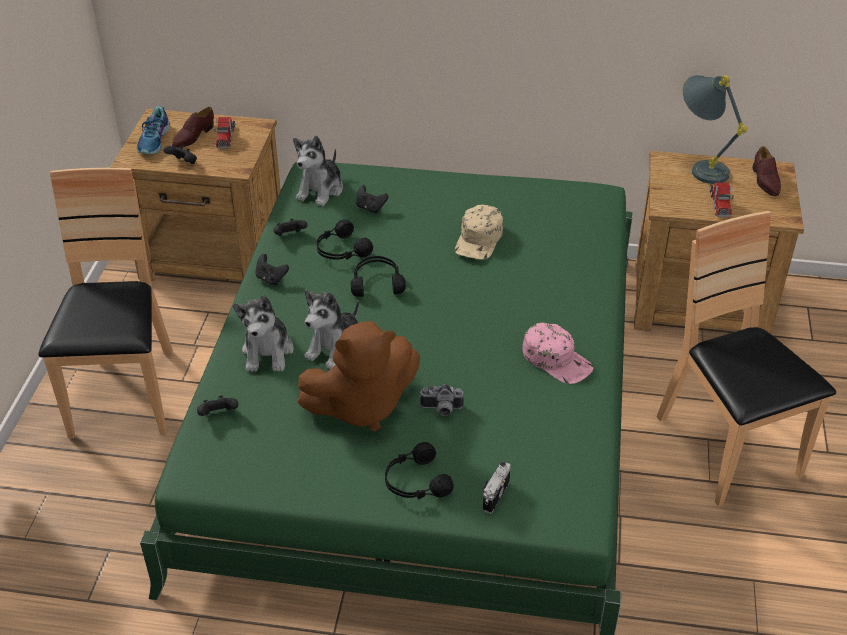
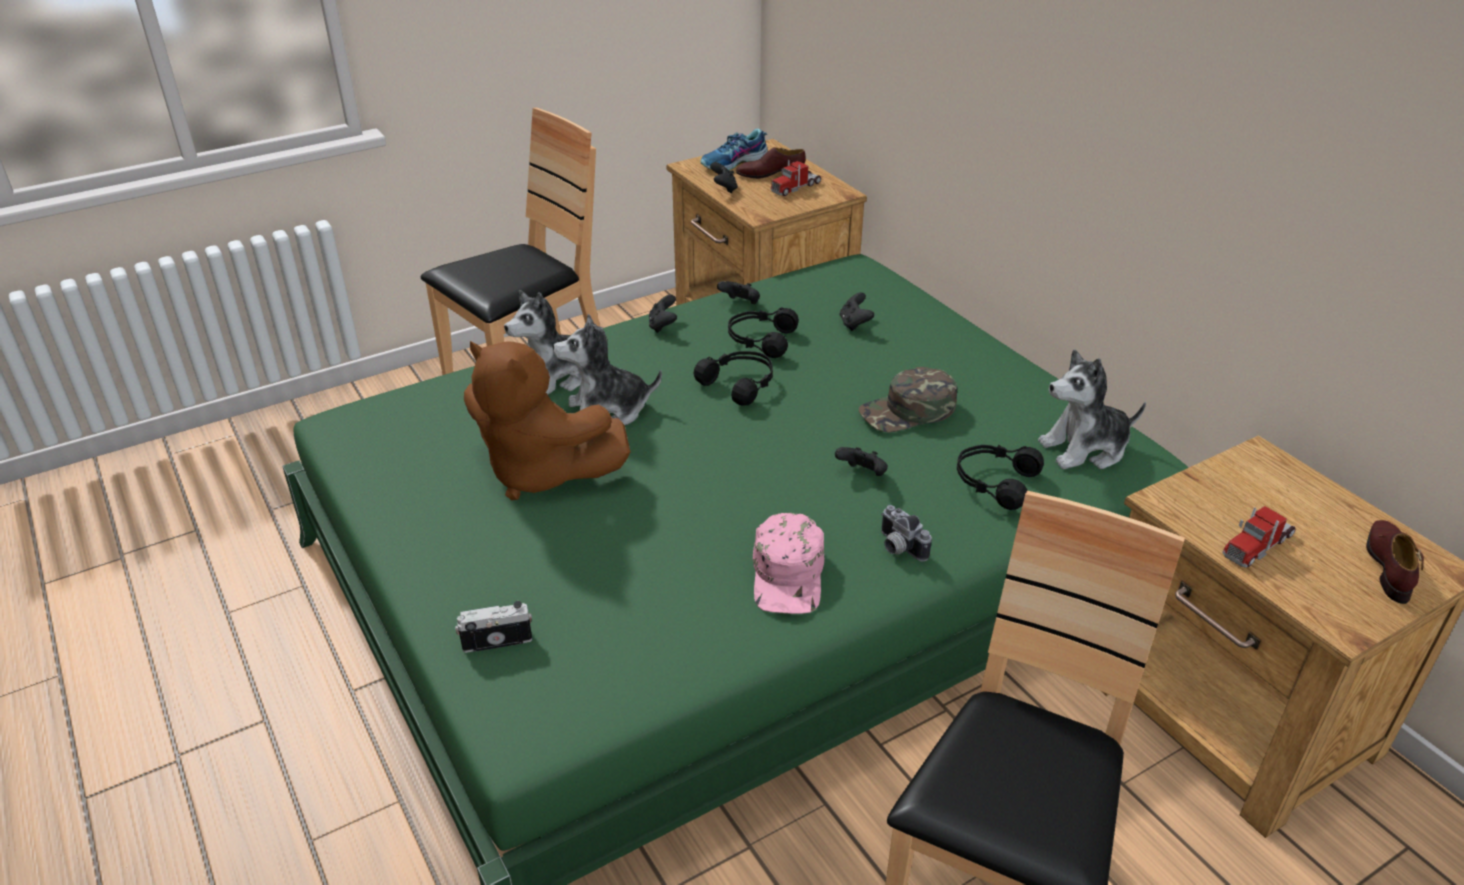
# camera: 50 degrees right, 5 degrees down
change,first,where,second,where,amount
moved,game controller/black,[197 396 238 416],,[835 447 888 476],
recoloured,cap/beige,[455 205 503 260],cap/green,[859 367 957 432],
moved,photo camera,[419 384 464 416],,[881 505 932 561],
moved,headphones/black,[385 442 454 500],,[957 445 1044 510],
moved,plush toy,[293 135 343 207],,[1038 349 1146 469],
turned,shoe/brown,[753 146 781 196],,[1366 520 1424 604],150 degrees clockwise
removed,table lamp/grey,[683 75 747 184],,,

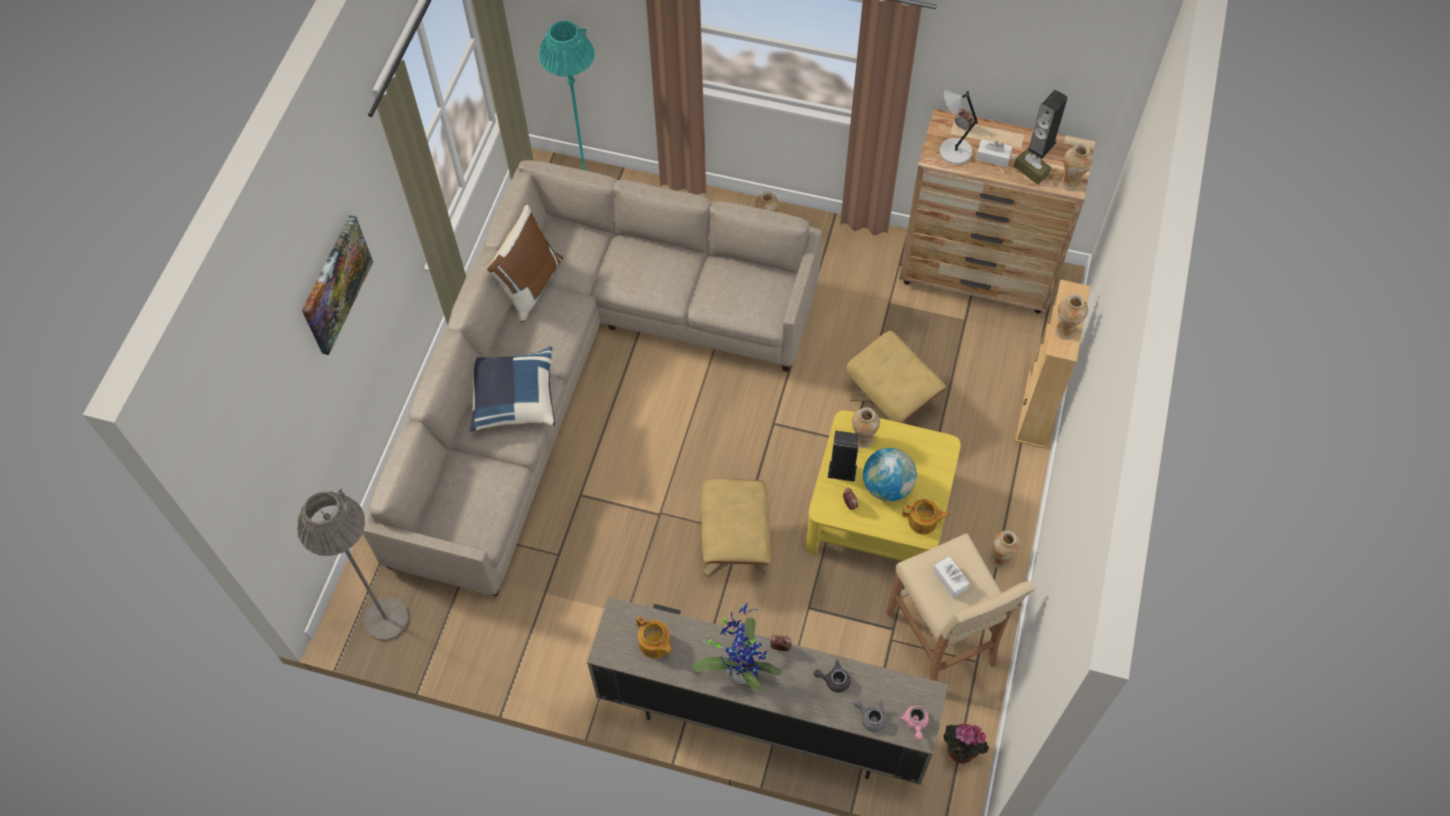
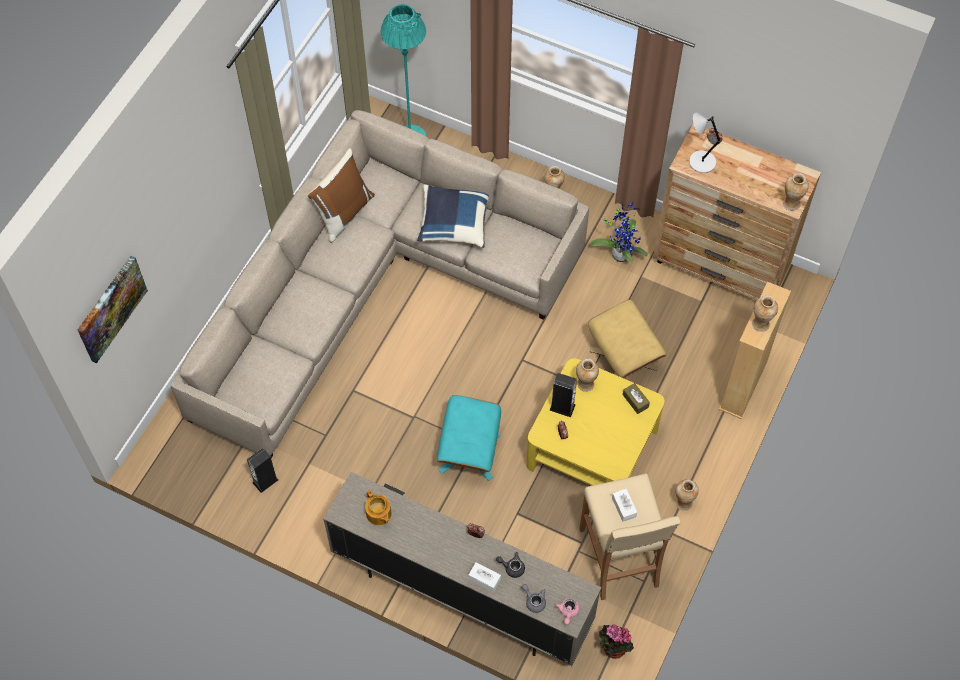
# camera: 10 degrees right, 0 degrees up
change,first,where,second,where,amount
moved,picture,[302 215 373 355],,[78 256 148 363],
moved,speaker,[1028 90 1068 159],,[247 448 279 493],
moved,pillow/blue,[470 347 556 432],,[417 184 489 248],
recoloured,ottoman/beige,[701 479 771 576],ottoman/turquoise,[437 395 501 481],
moved,tissue box/white,[976 139 1012 167],,[468 562 501 592],
moved,potted plant,[693 603 781 690],,[591 202 648 262],
moved,tissue box/brown,[1014 149 1051 185],,[623 383 650 414],
removed,floor lamp/grey,[297 489 409 641],,,
removed,globe,[863 448 917 501],,,
removed,teapot,[902 499 950 534],,,

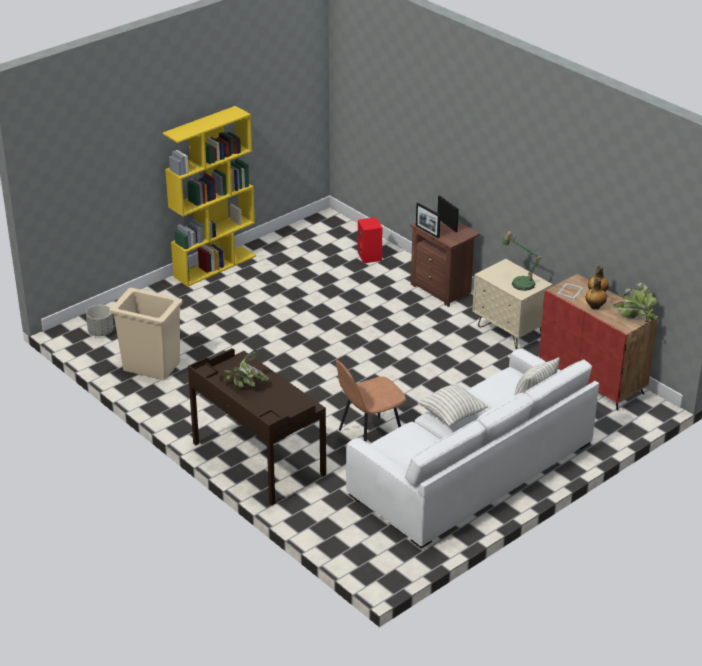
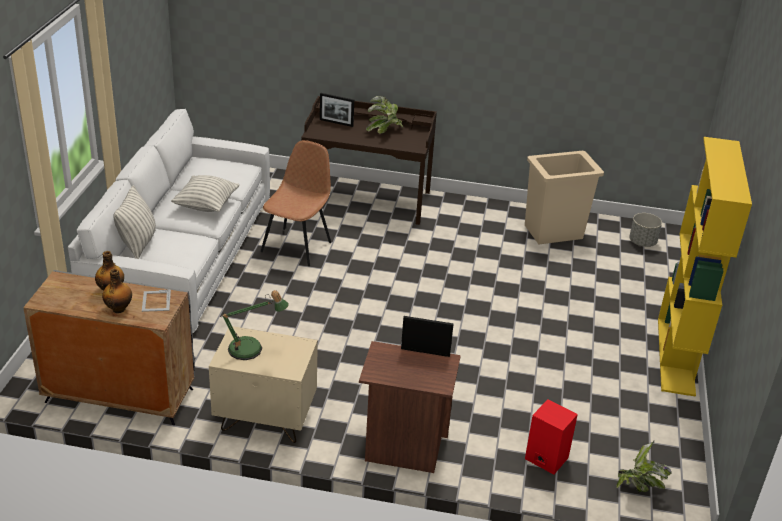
# camera: 140 degrees right, 0 degrees up
change,first,where,second,where,amount
recoloured,cabinet/red,[539 274 658 411],cabinet/grey,[23 270 195 425],
moved,picture frame,[438 195 459 232],,[320 93 354 127],
moved,potted plant,[613 283 657 322],,[617 441 672 492],

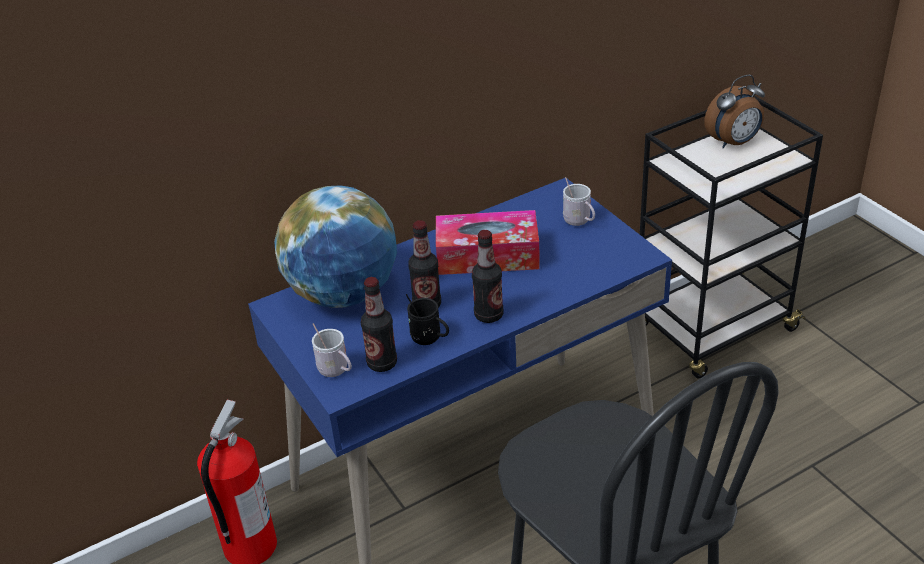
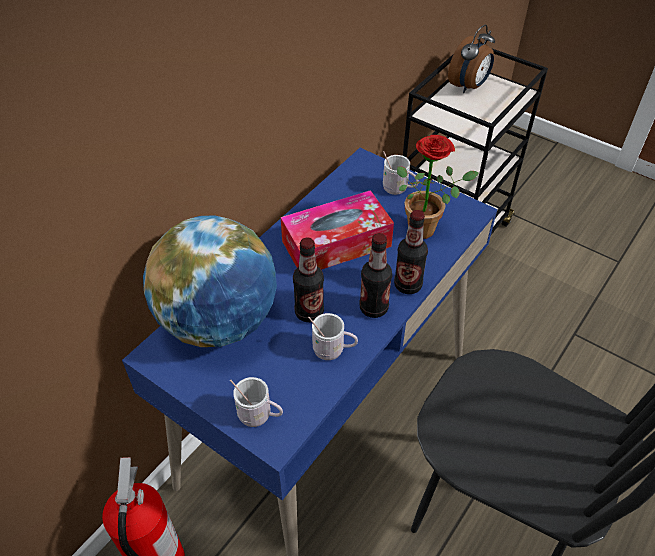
# camera: 25 degrees left, 10 degrees up
change,first,where,second,where,amount
recoloured,mug/black,[406 294 449 345],mug/white,[308 313 358 360],
moved,bottle,[361 277 397 372],,[394 210 428 294],
added,,,potted plant,[397 135 479 239],

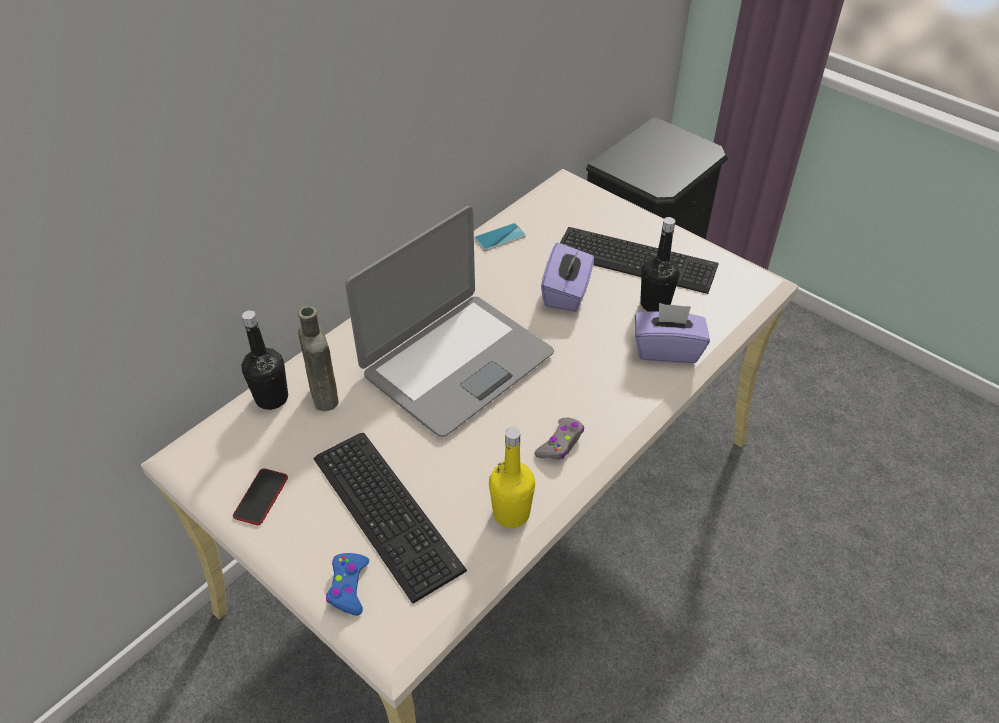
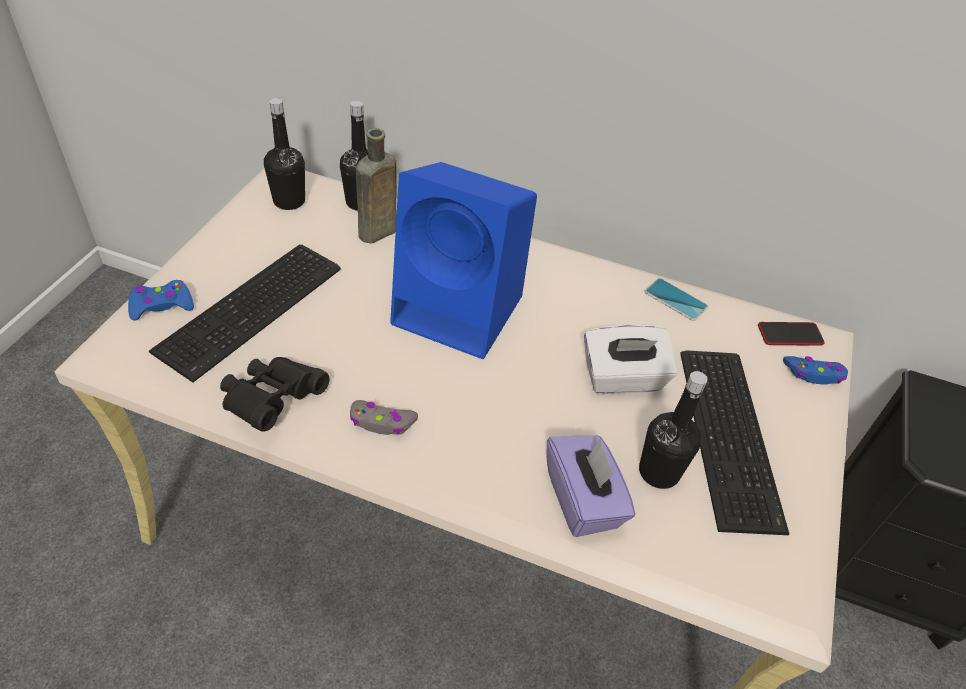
# camera: 65 degrees right, 0 degrees up
change,first,where,second,where,amount
replaced,bottle/yellow,[489 427 535 528],binoculars/black,[220 357 330 432],
added,,,bottle/black,[264 98 305 210],
replaced,laptop,[345 206 554 437],speaker/blue,[390 162 537 359],
recoloured,tissue box/purple,[541 243 594 312],tissue box/white,[584 325 677 394],
moved,phone,[233 468 288 525],,[758 322 824 346],
added,,,game controller/blue,[783 356 848 385],

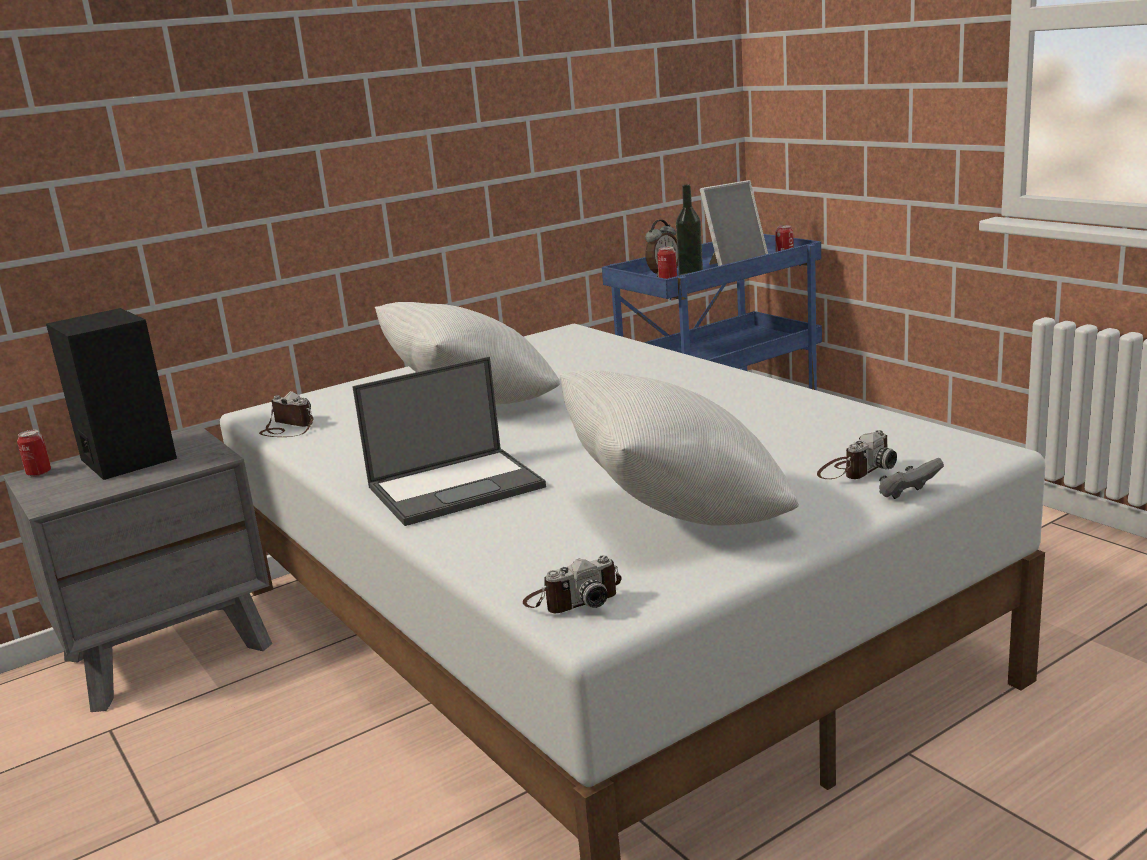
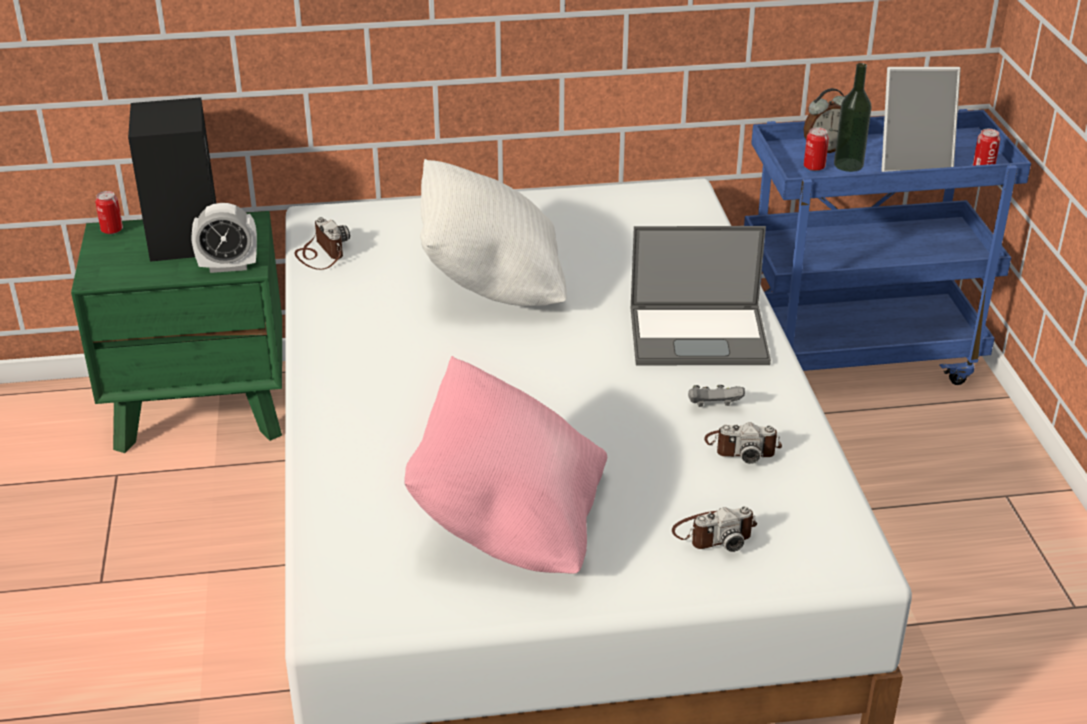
# camera: 25 degrees right, 15 degrees up
change,first,where,second,where,amount
recoloured,nightstand/grey,[4 426 272 712],nightstand/green,[71 211 282 453],
added,,,alarm clock,[192 203 257 273],
recoloured,pillow/white,[560 370 799 526],pillow/pink,[404 356 607 573],
moved,laptop,[352 357 546 526],,[631 226 771 365],
moved,game controller/grey,[879 458 944 499],,[688 385 745 407],
moved,photo camera,[523 555 622 613],,[704 422 782 464],

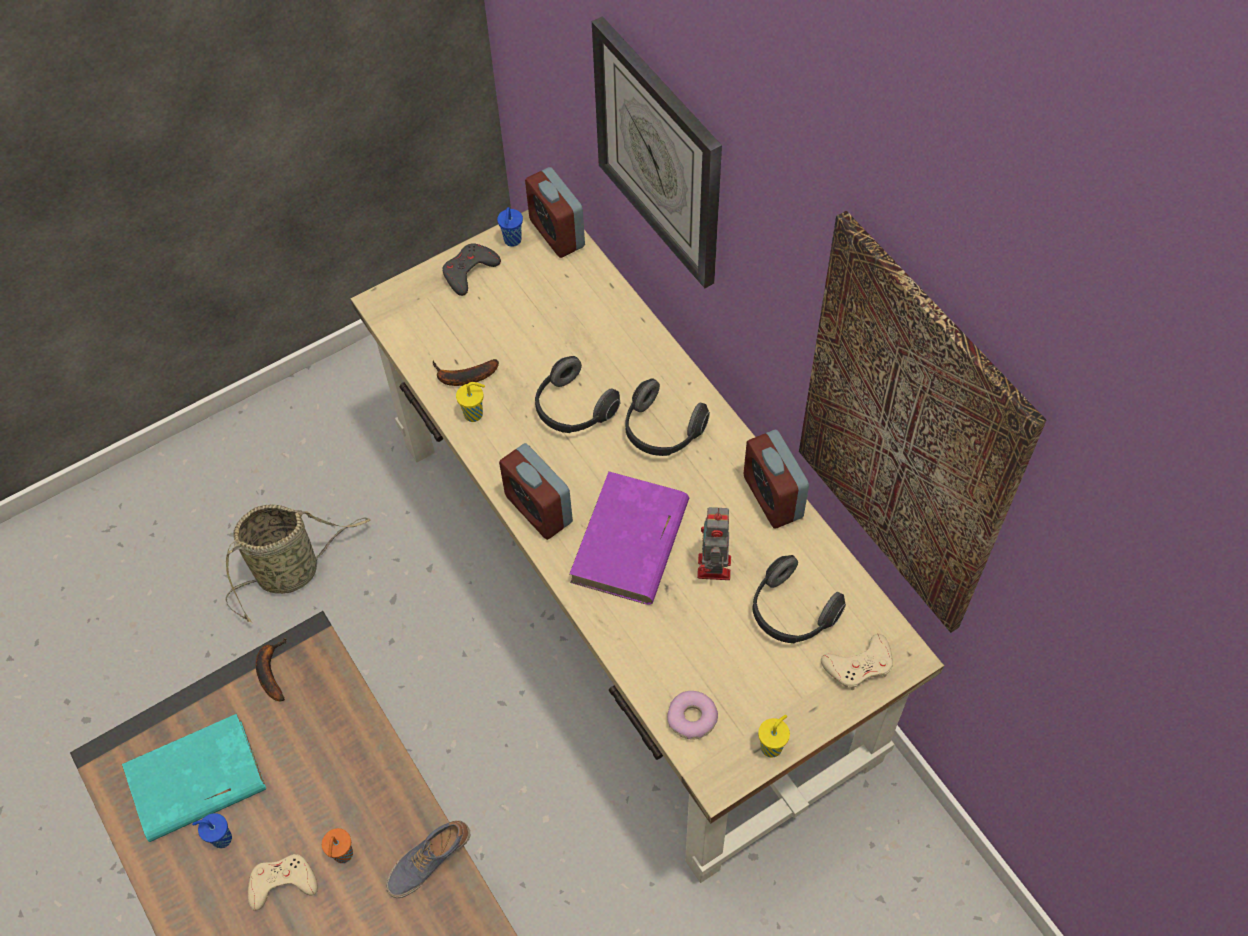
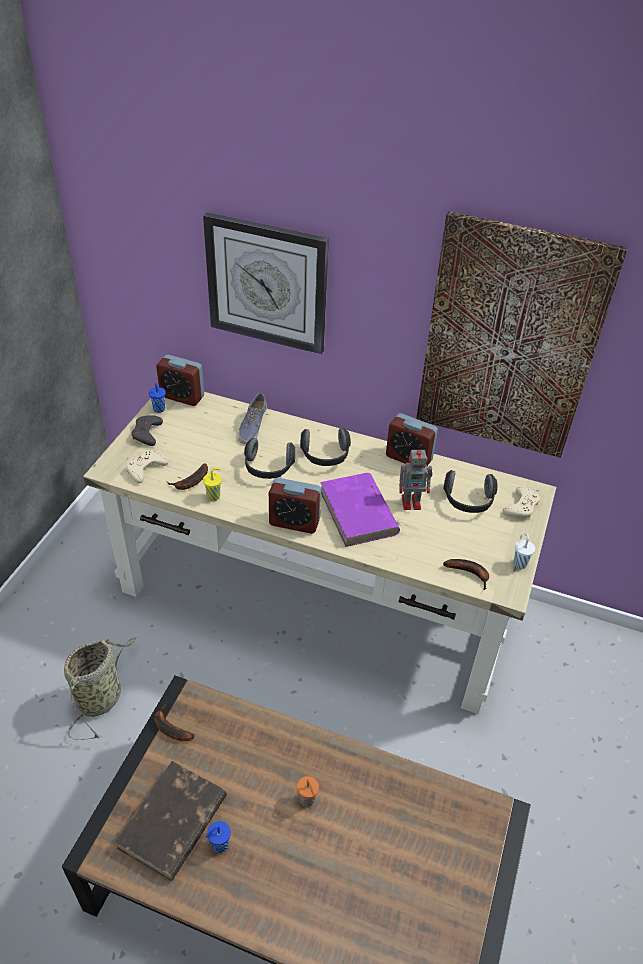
# camera: 40 degrees left, 15 degrees down
change,first,where,second,where,amount
recoloured,book/turquoise,[122 714 266 842],book/brown,[114 761 227 881],
moved,game controller/beige,[248 854 318 911],,[126 450 168 483],
moved,shoe,[386 820 470 898],,[238 393 267 444],
turned,toy robot,[697 507 731 580],,[399 446 433 510],60 degrees counterclockwise
replaced,donut,[667 691 718 740],banana,[443 559 489 590],
recoloured,cup/yellow,[758 715 790 758],cup/white,[513 533 535 569],

